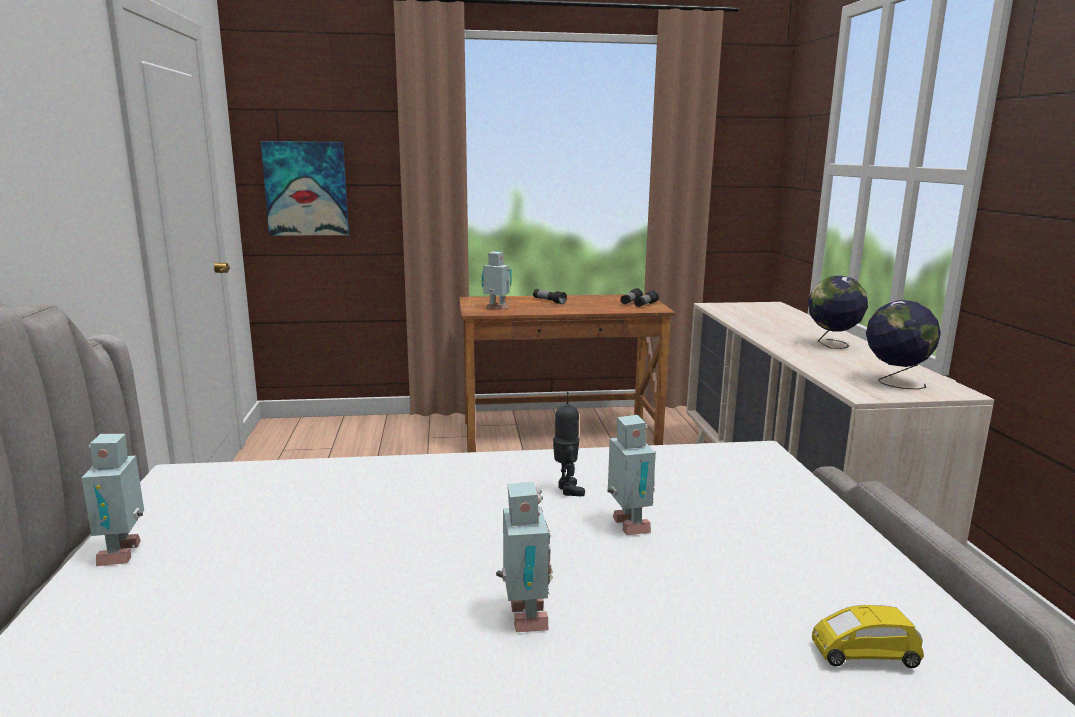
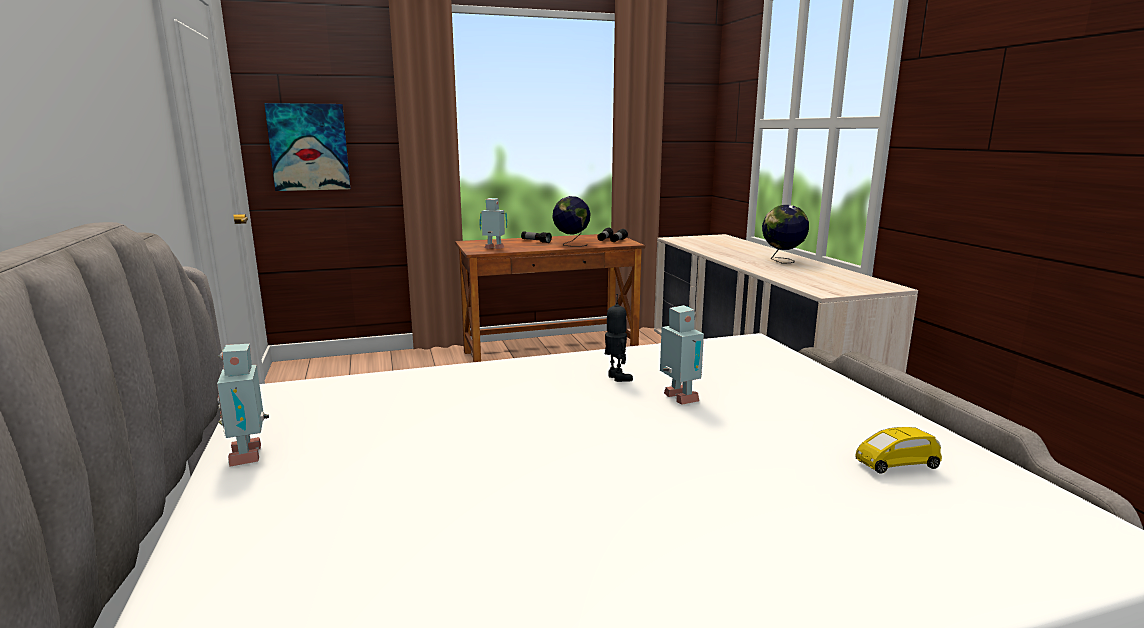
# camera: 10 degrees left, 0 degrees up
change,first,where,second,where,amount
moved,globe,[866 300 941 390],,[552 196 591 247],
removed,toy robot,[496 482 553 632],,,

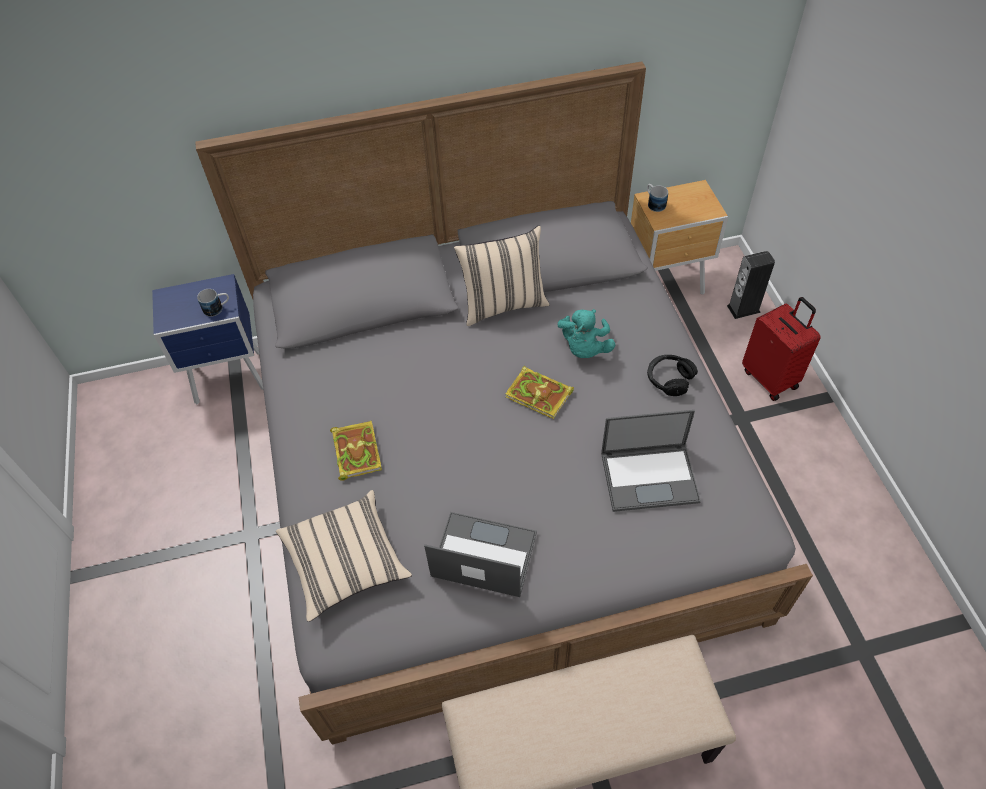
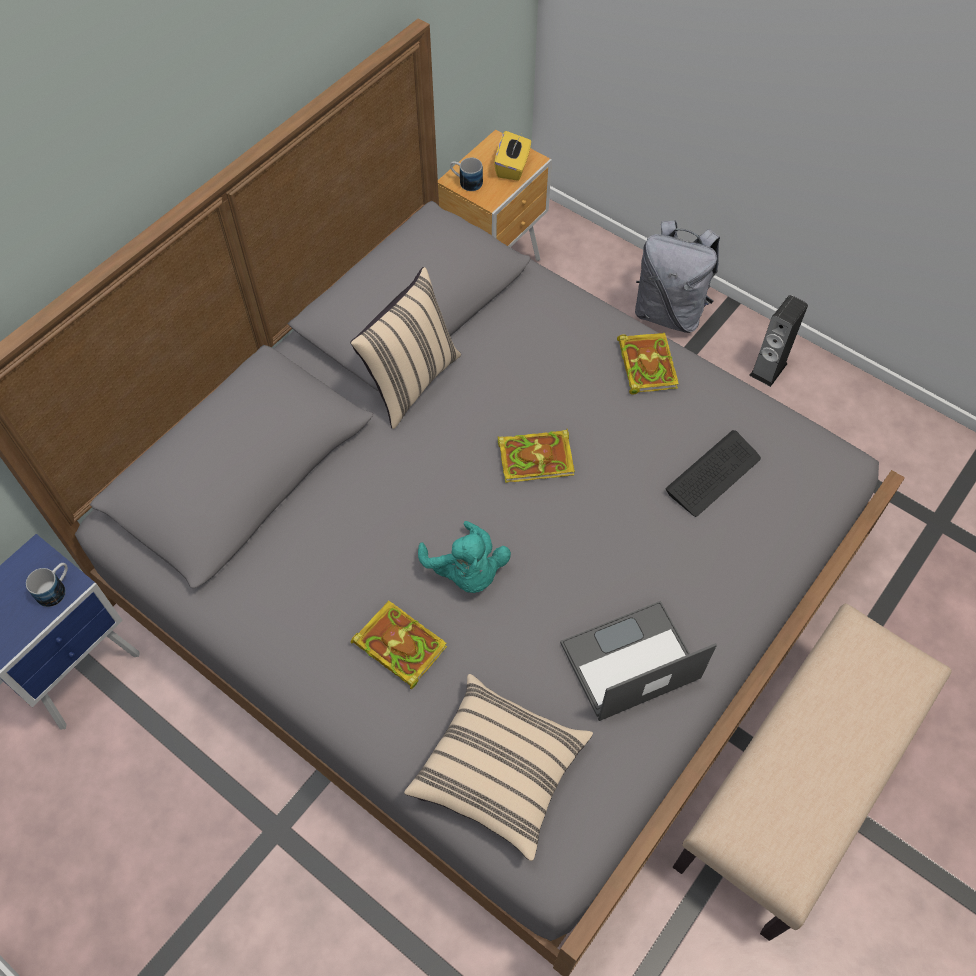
# camera: 40 degrees left, 5 degrees up
change,first,where,second,where,amount
moved,plush toy/turquoise,[558 309 615 358],,[418 521 511 593],
added,,,tissue box/yellow,[494 131 531 181],
replaced,headphones/black,[647 355 698 396],book,[617 333 679 395],
replaced,suitcase/red,[742 297 821 401],backpack/grey,[635 220 720 333],
replaced,laptop,[601 410 701 512],keyboard,[666 430 761 517],
moved,speaker,[727 251 775 319],,[749 295 808 387],

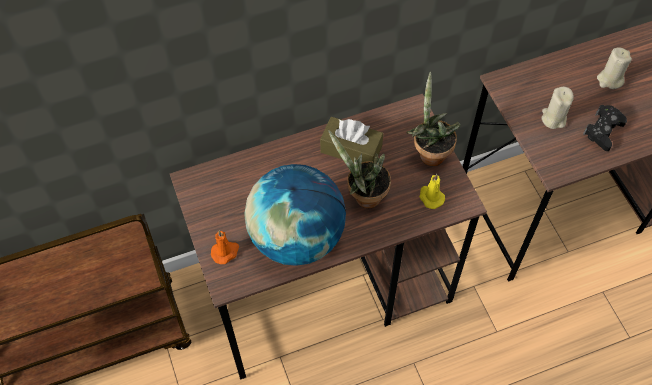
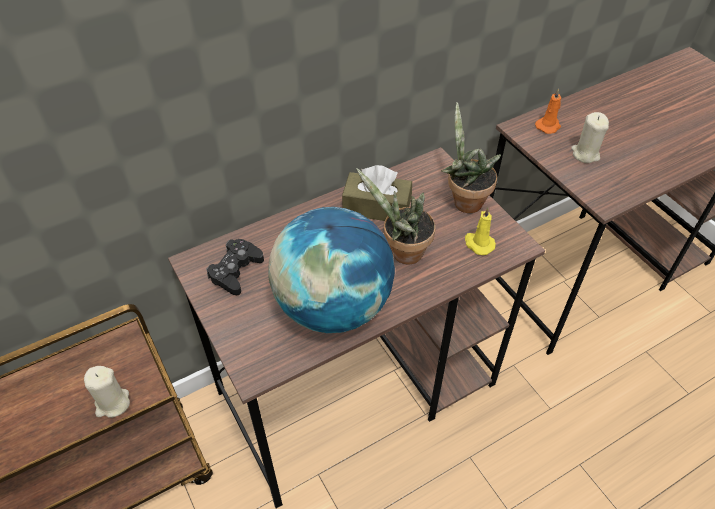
# camera: 10 degrees left, 10 degrees down
change,first,where,second,where,amount
moved,candle/beige,[597 47 632 89],,[84 366 130 418],
moved,game controller/black,[583 105 627 151],,[206 239 264 295],
moved,candle/orange,[211 230 239 264],,[535 88 561 134],

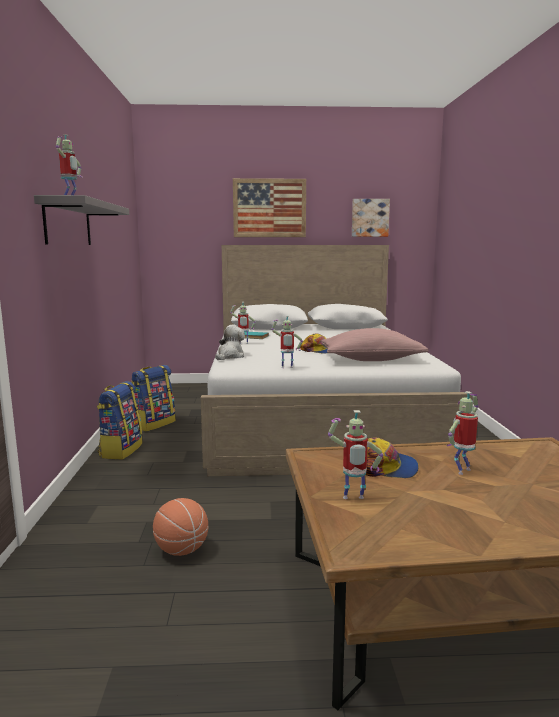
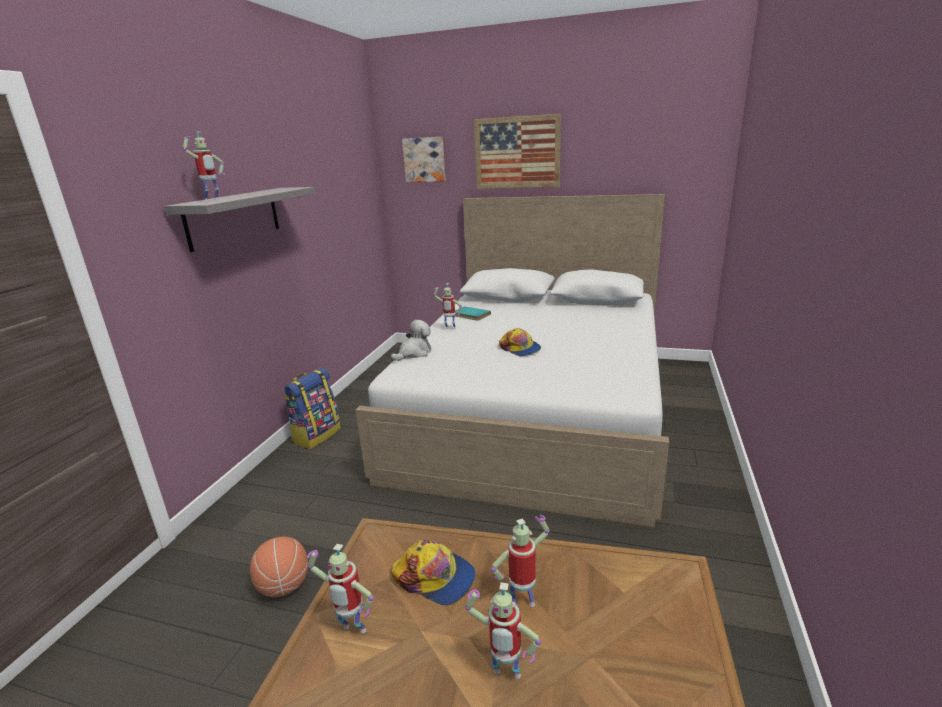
# camera: 20 degrees right, 10 degrees up
change,first,where,second,where,amount
moved,picture,[352 199 390 237],,[402 137 446 183],
moved,toy robot,[271 316 303 368],,[465 582 541 679],
removed,backpack,[131 365 176 432],,,
removed,pillow/pink,[321 328 428 361],,,

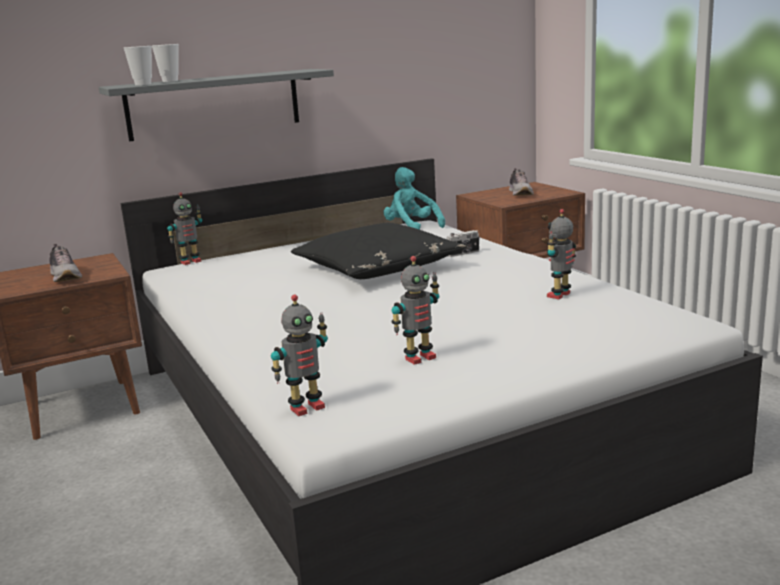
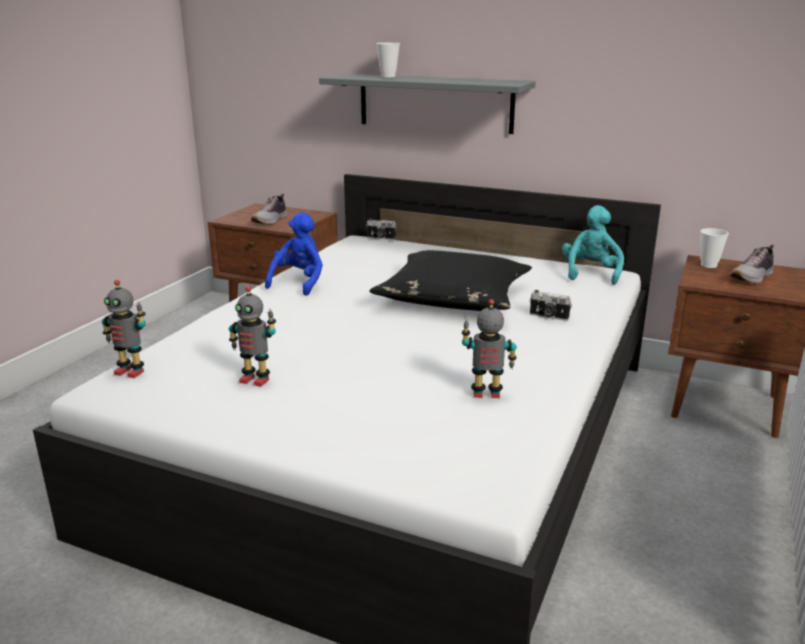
# camera: 50 degrees right, 5 degrees up
change,first,where,second,where,amount
added,,,plush toy/blue,[265 212 323 296],
replaced,toy robot,[167 192 202 265],photo camera,[366 218 397 240],
moved,cup,[124 46 152 85],,[700 228 729 268],

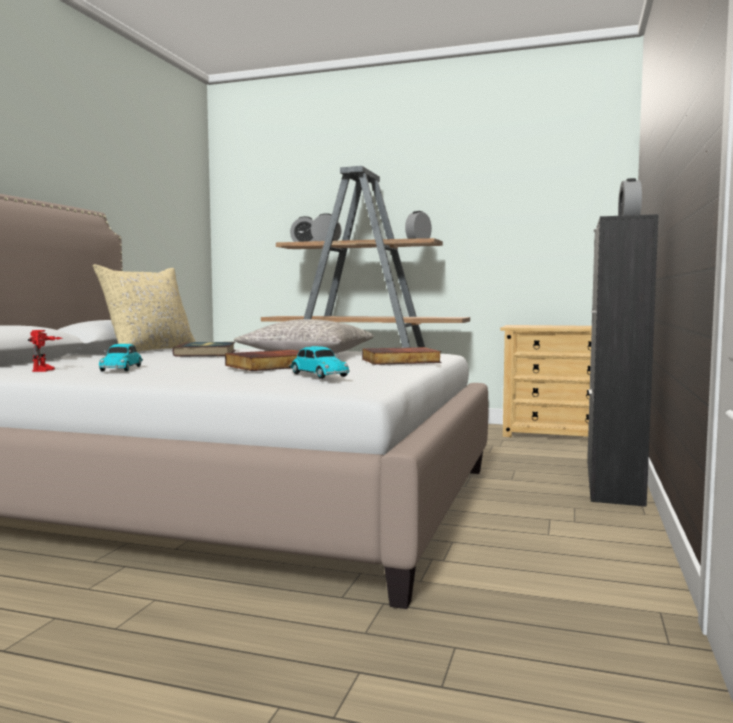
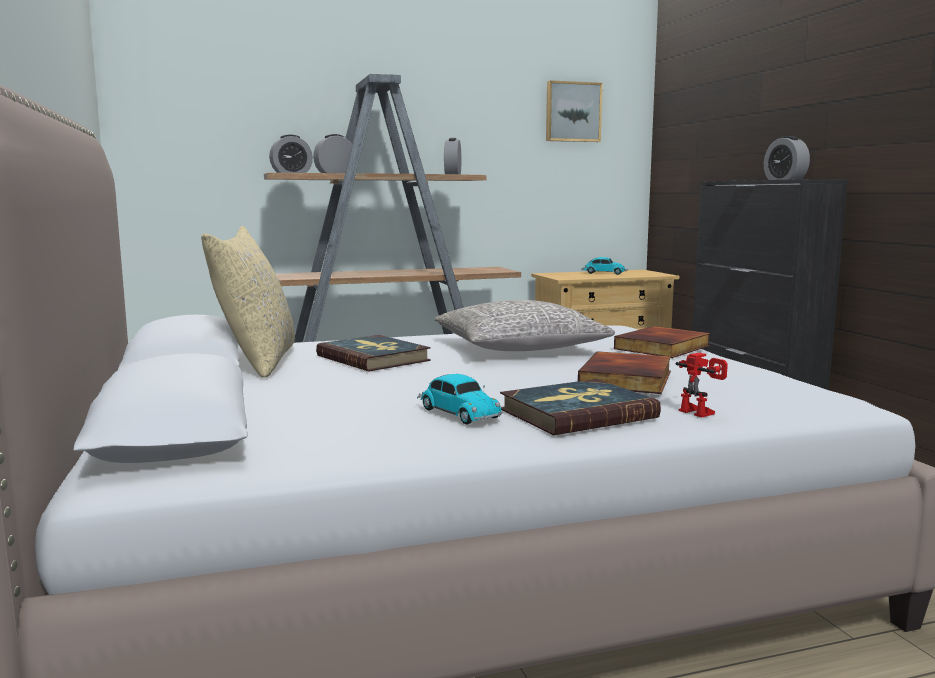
# camera: 35 degrees left, 5 degrees up
change,first,where,second,where,amount
added,,,book,[500 379 661 435],
added,,,picture,[546 80 603 142],
moved,toy car,[289 346 350 379],,[581 257 627 275],
moved,toy robot,[28 330 63 372],,[675 353 728 418],

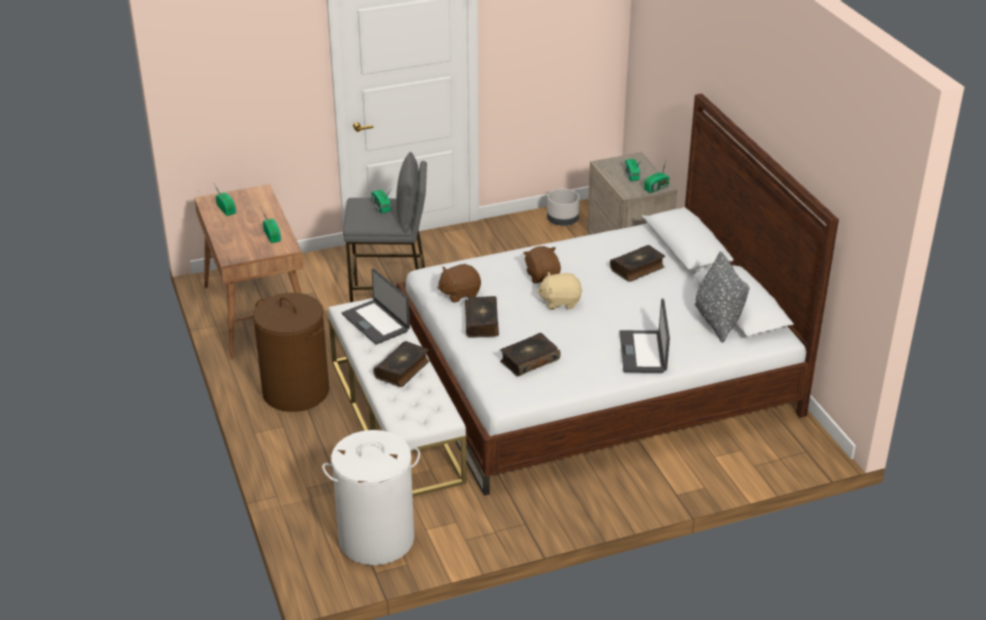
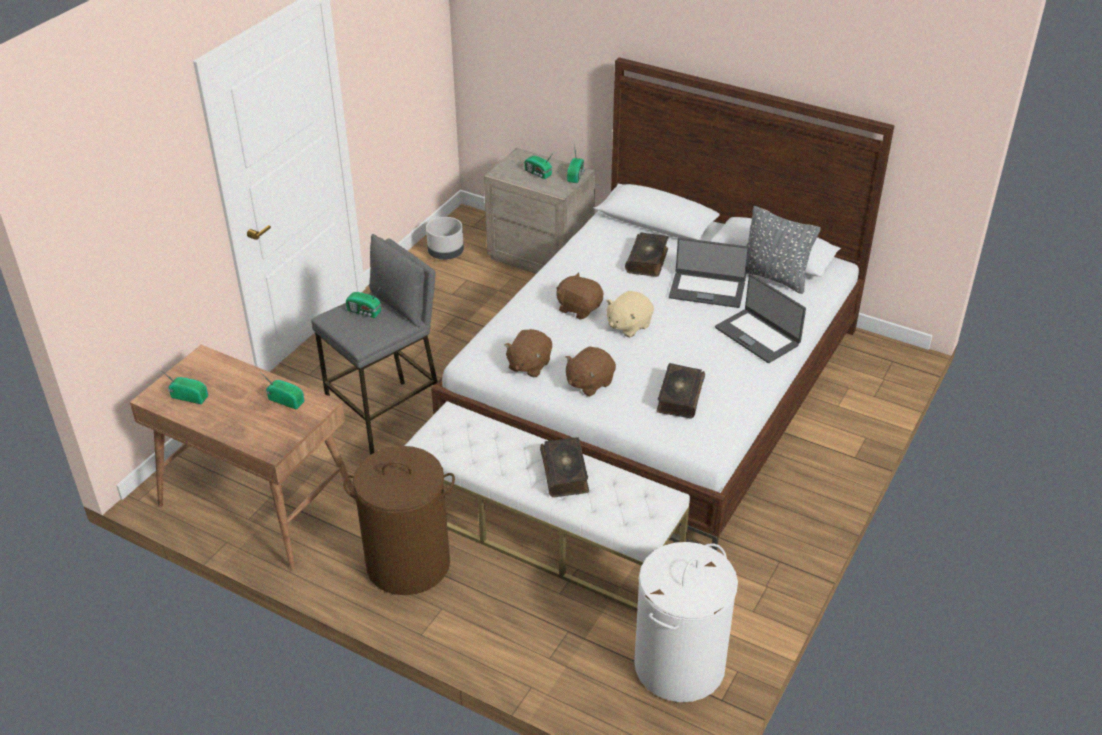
# camera: 40 degrees left, 5 degrees up
change,first,where,second,where,amount
replaced,book,[465 296 499 338],plush toy/brown,[566 346 616 396],
moved,laptop,[342 268 410 345],,[669 238 749 308],

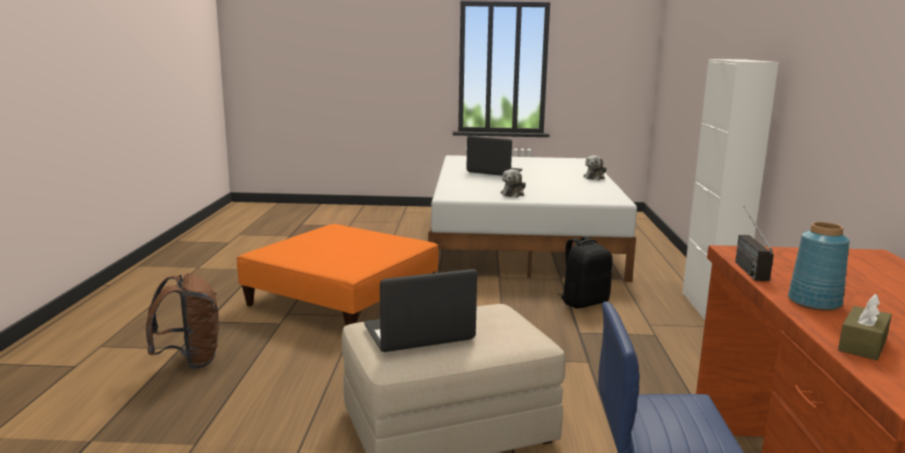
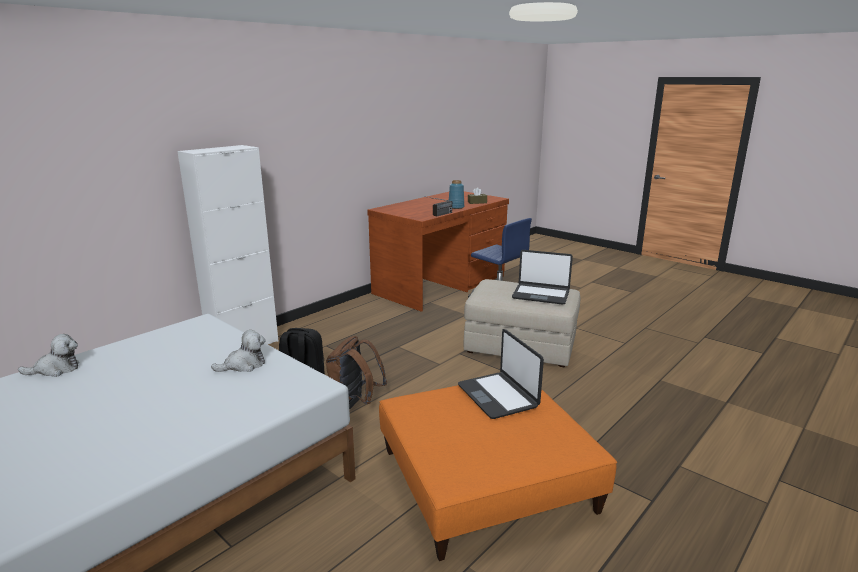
# camera: 140 degrees left, 5 degrees up
change,first,where,second,where,amount
moved,backpack/brown,[146 273 219 369],,[326 336 387 410],
moved,laptop,[466 136 523 176],,[458 329 544 419],

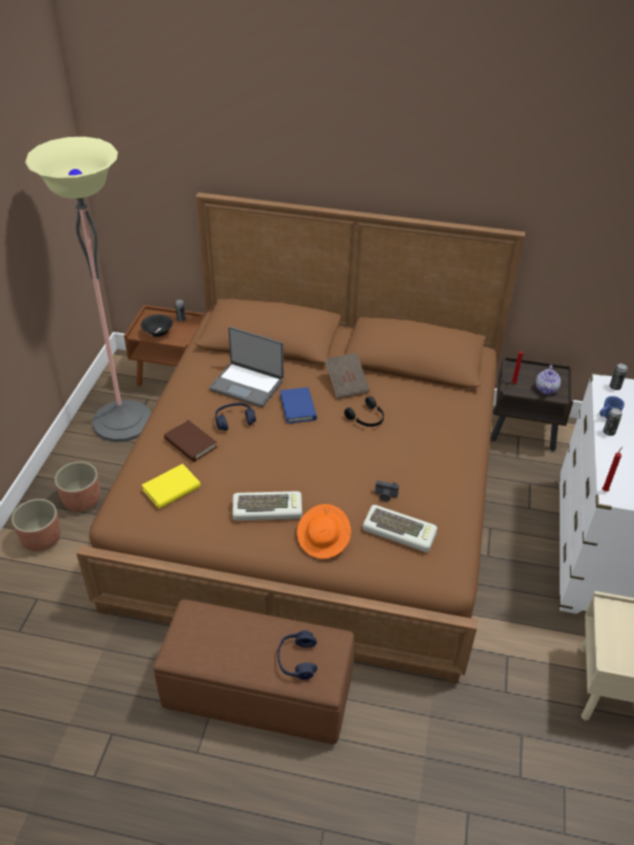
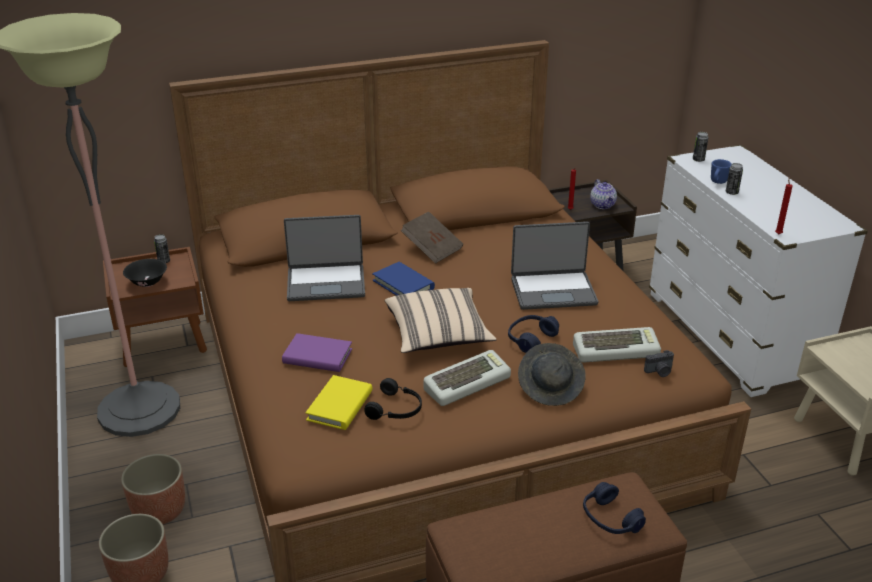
# camera: 30 degrees left, 10 degrees down
change,first,where,second,where,amount
recoloured,book/brown,[164 420 217 462],book/purple,[282 333 352 372],
moved,headphones/black,[344 396 384 427],,[364 378 422 420],
added,,,pillow/beige,[385 288 496 353],
moved,headphones/blue,[215 403 256 431],,[508 315 559 353],
added,,,laptop,[511 222 599 310],
recoloured,hat/orange,[297 504 351 559],hat/grey,[518 343 586 406],
moved,photo camera,[375 480 399 502],,[644 350 674 377],

